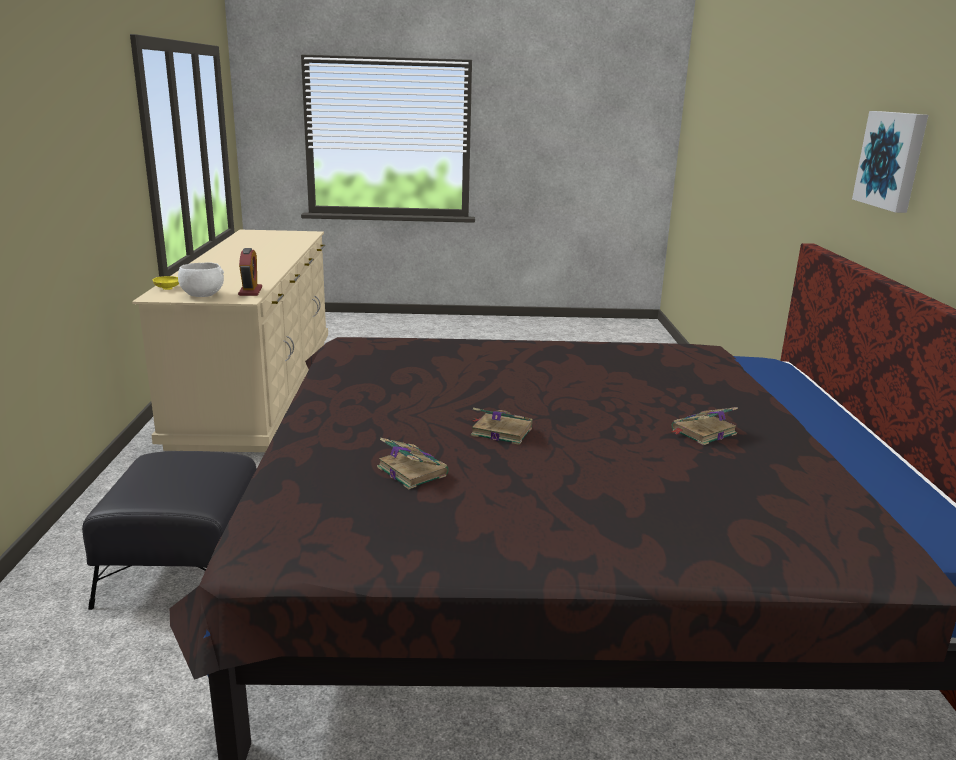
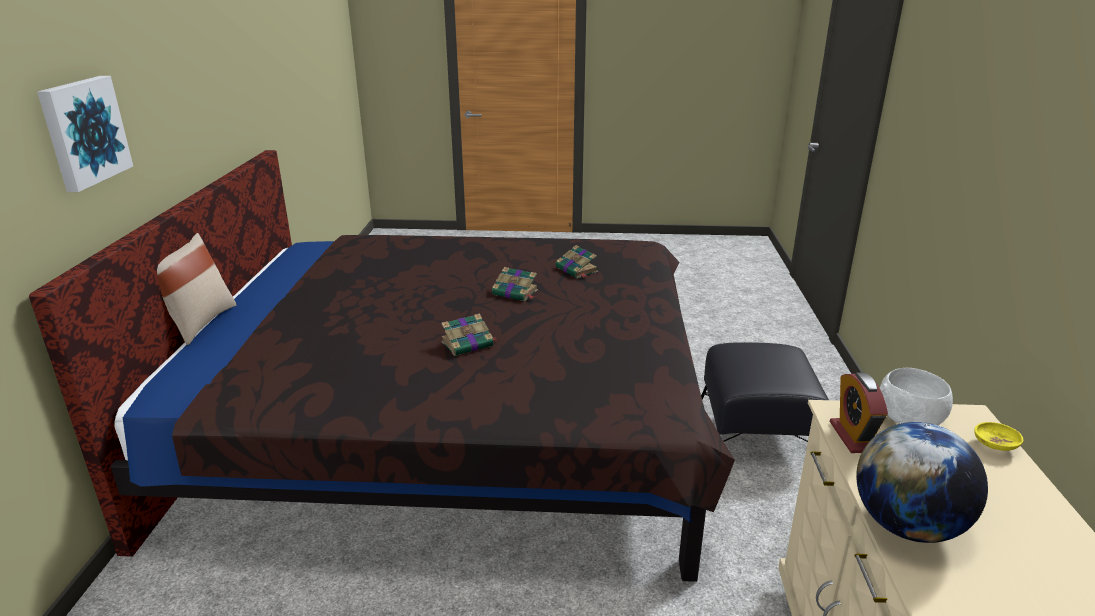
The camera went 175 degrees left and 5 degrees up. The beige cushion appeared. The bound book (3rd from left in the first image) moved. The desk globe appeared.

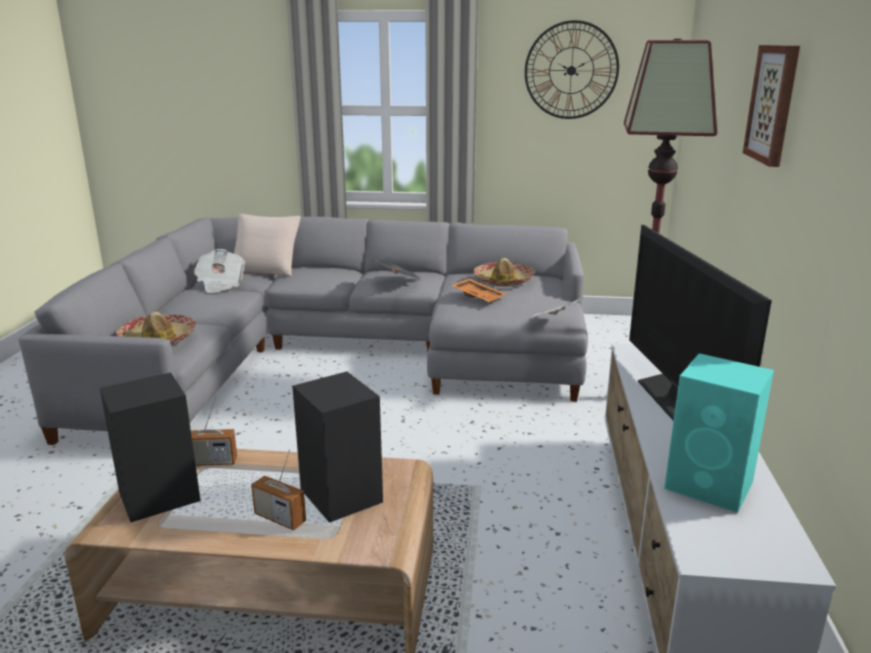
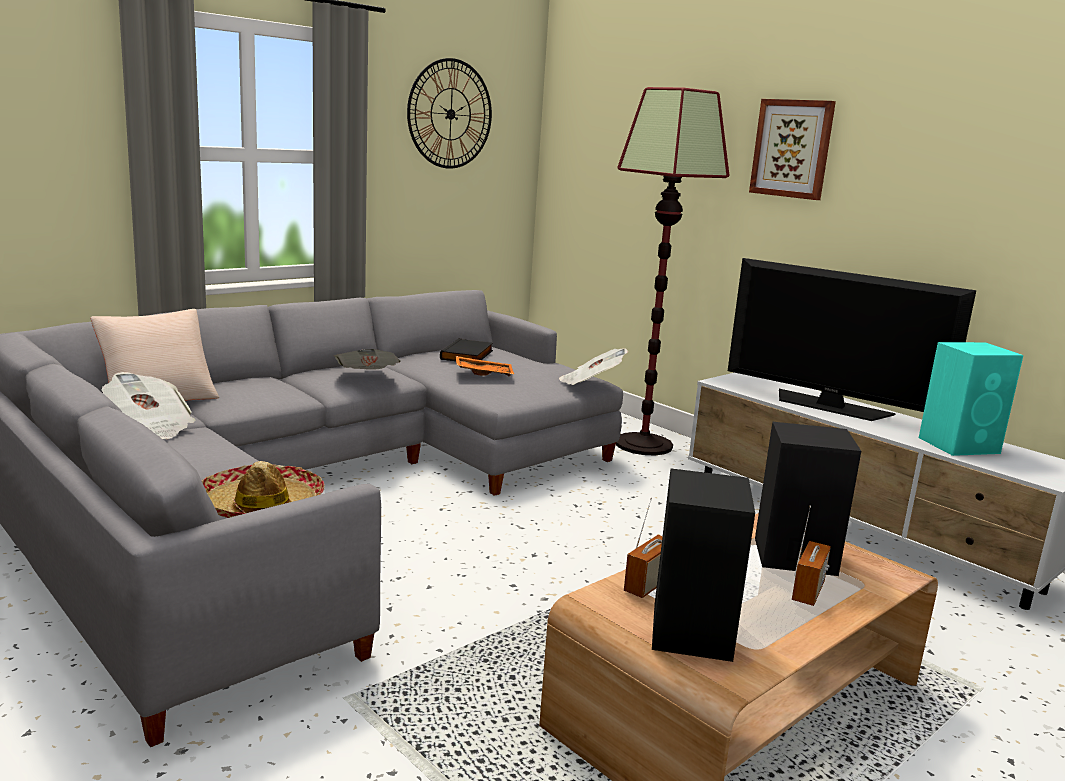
The camera went 50 degrees left and 5 degrees down. The hat (2nd from left) was replaced by the black bound book. The radio receiver (2nd from left) turned 45 degrees counterclockwise.

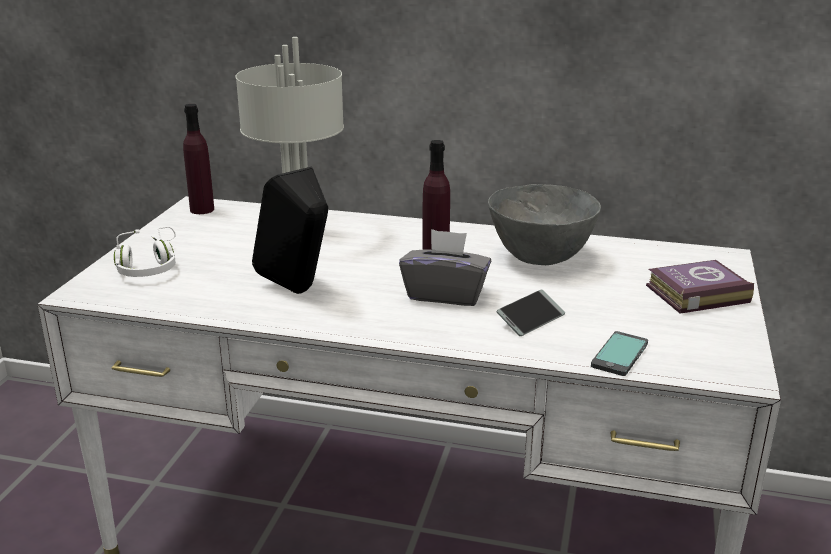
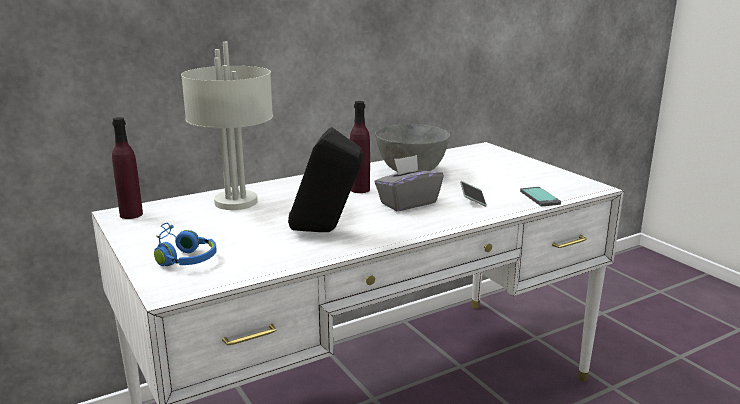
The camera went 45 degrees left and 5 degrees down. The whitish headphones became the bluish headphones. The bound book disappeared.

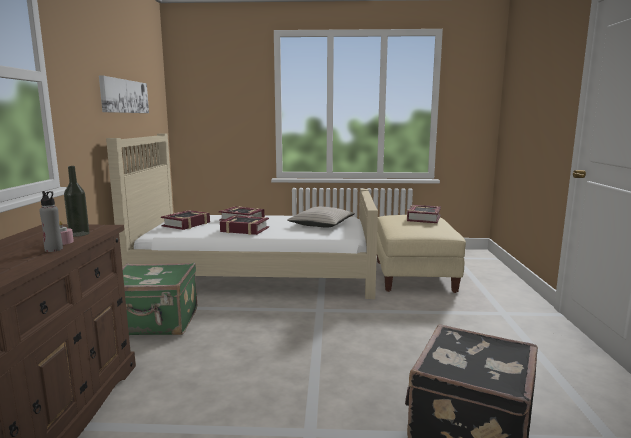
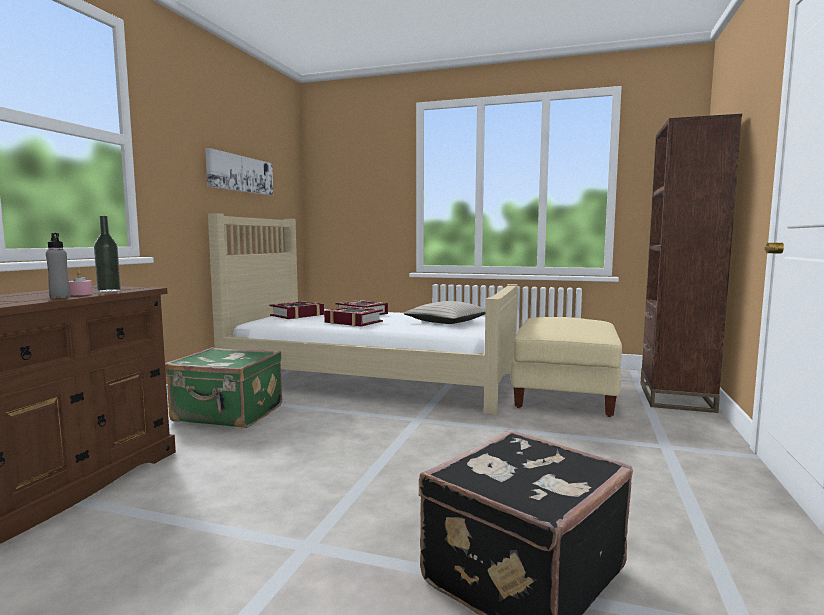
The camera went 15 degrees right and 5 degrees down. The brown shelving unit appeared. The bound book (4th from left) disappeared.

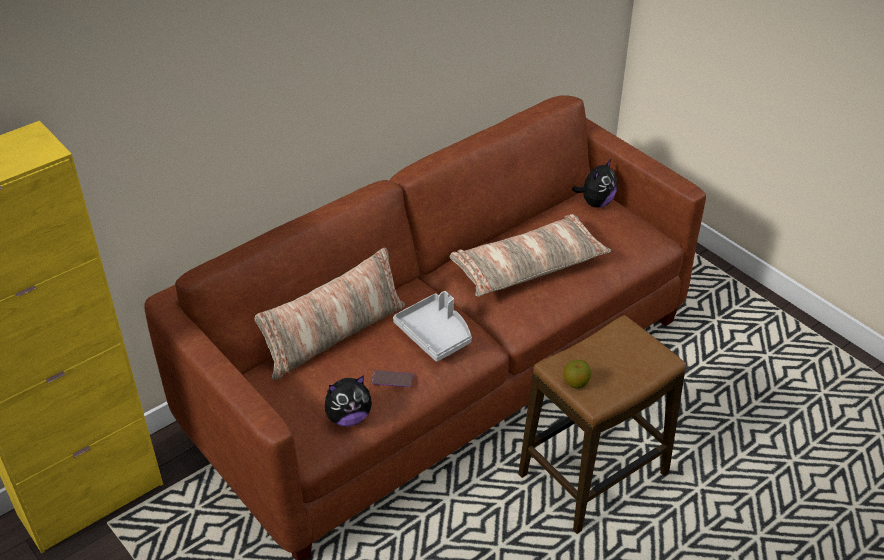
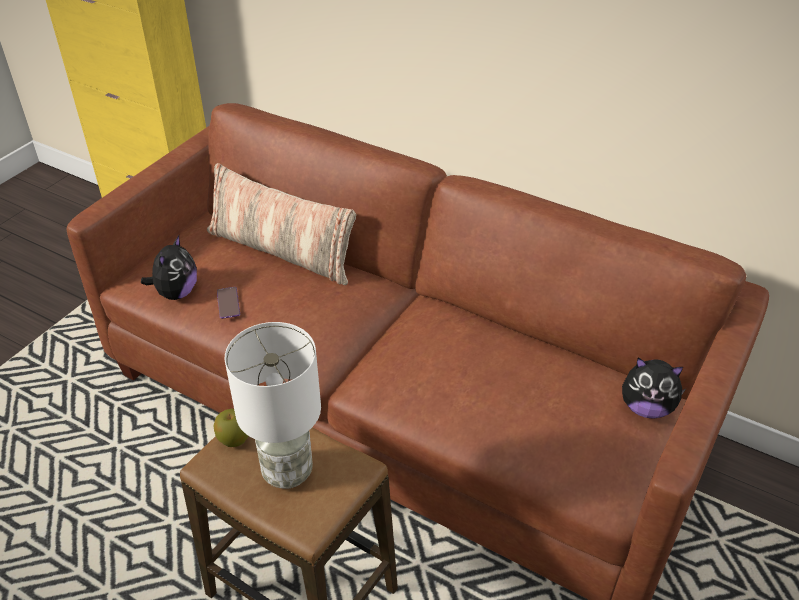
The camera went 70 degrees right and 0 degrees up. The plush toy (1st from left) turned 120 degrees counterclockwise. The whitish lamp for a table appeared. The grey serving tray disappeared. The cushion (2nd from left) disappeared.

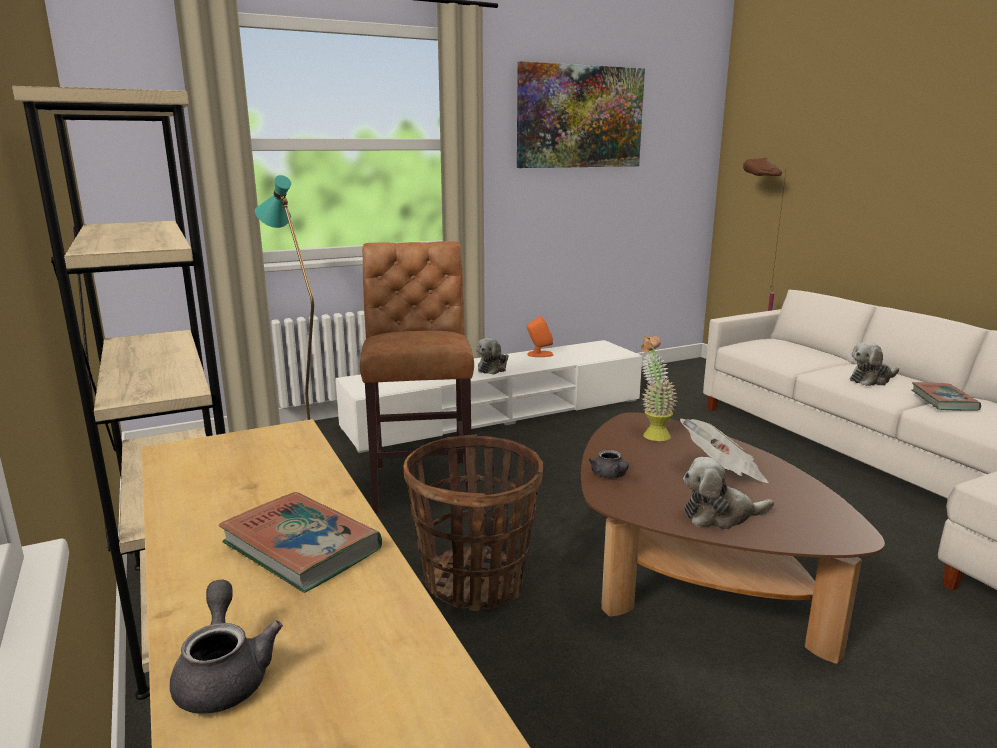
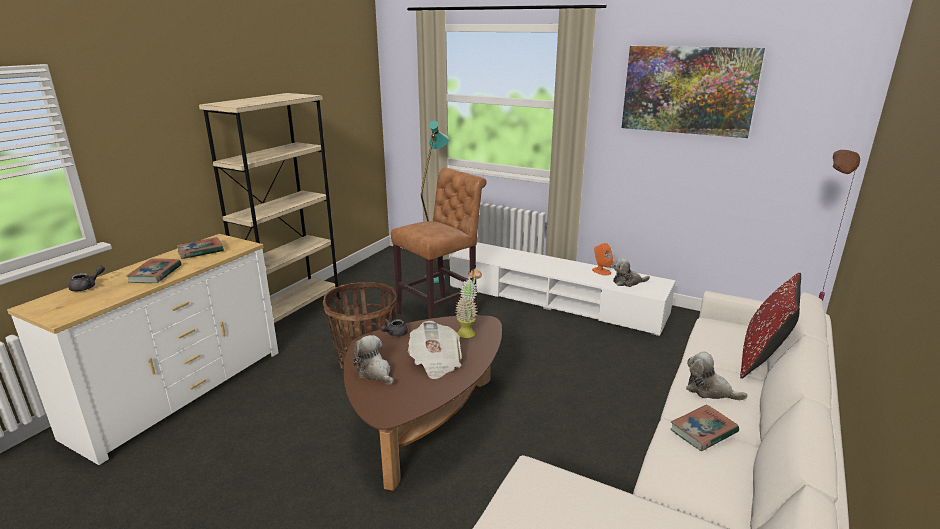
The camera went 55 degrees right and 5 degrees up. The bound book (2nd from left) appeared. The plush toy (1st from left in the first image) moved. The red-coloured cushion appeared.

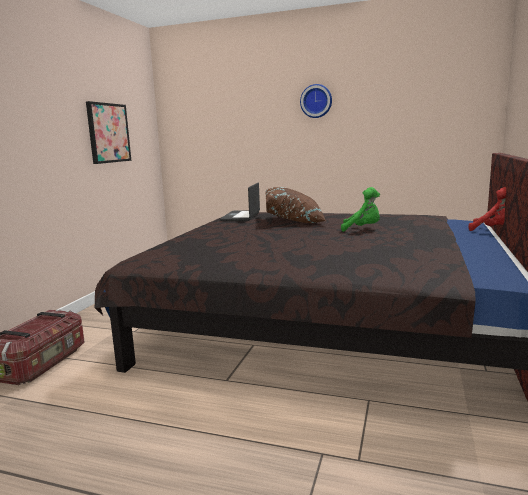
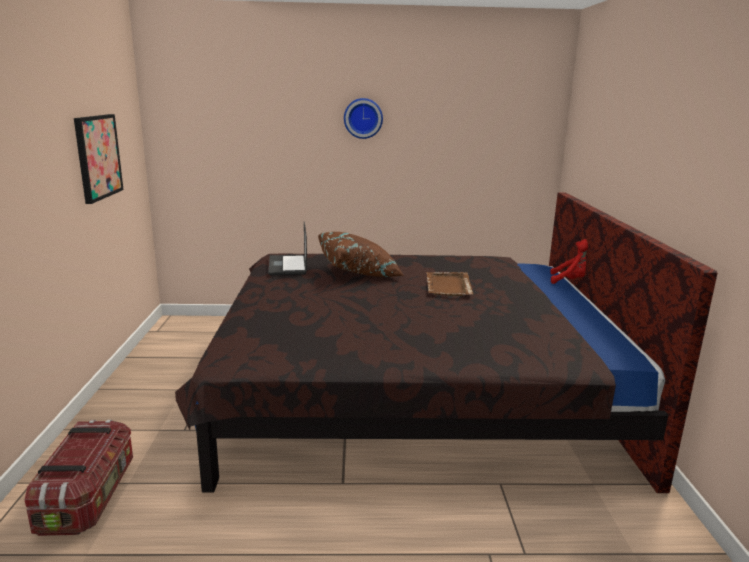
The camera went 20 degrees left and 5 degrees up. The green-coloured plush toy was replaced by the brown serving tray.

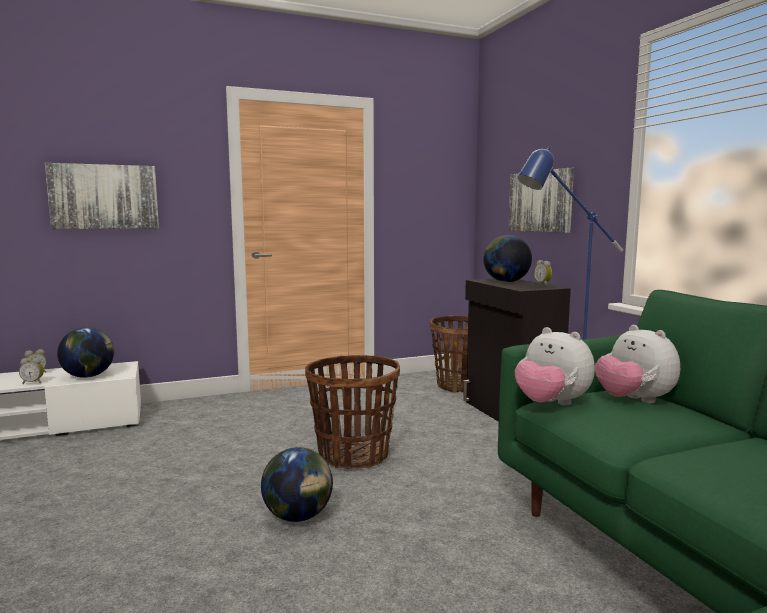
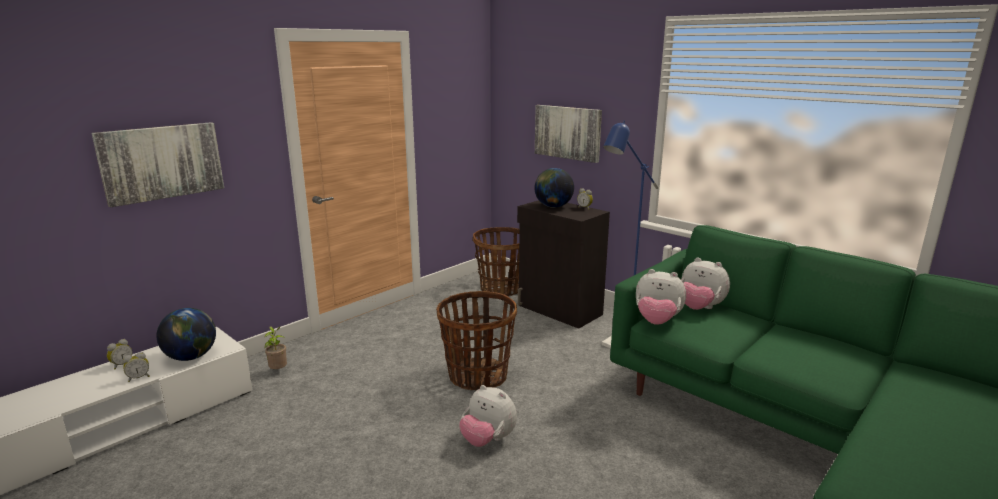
The camera went 25 degrees left and 10 degrees up. The potted plant appeared. The desk globe (2nd from left) was replaced by the plush toy (1st from left).

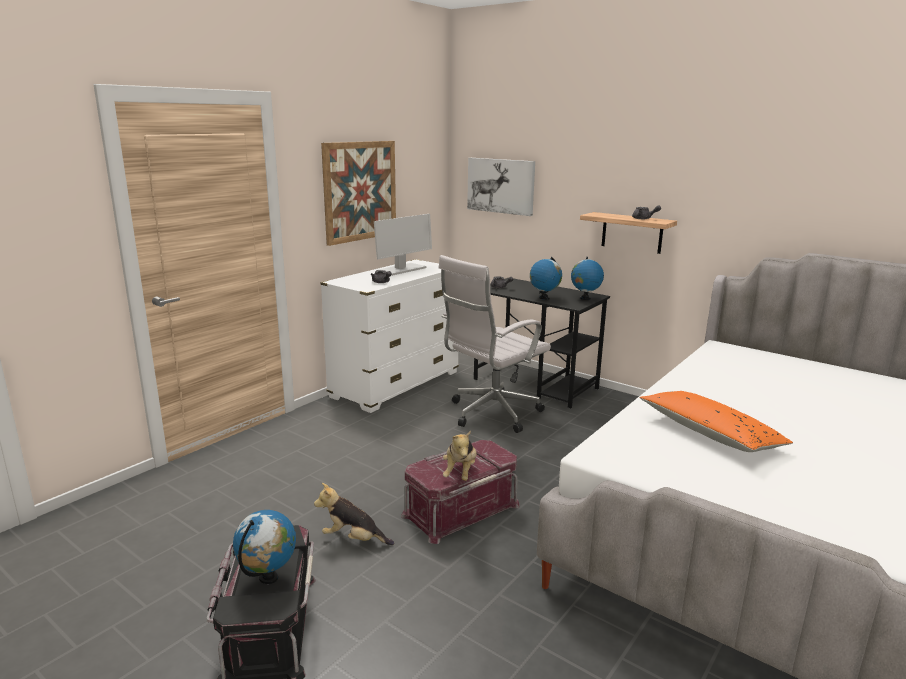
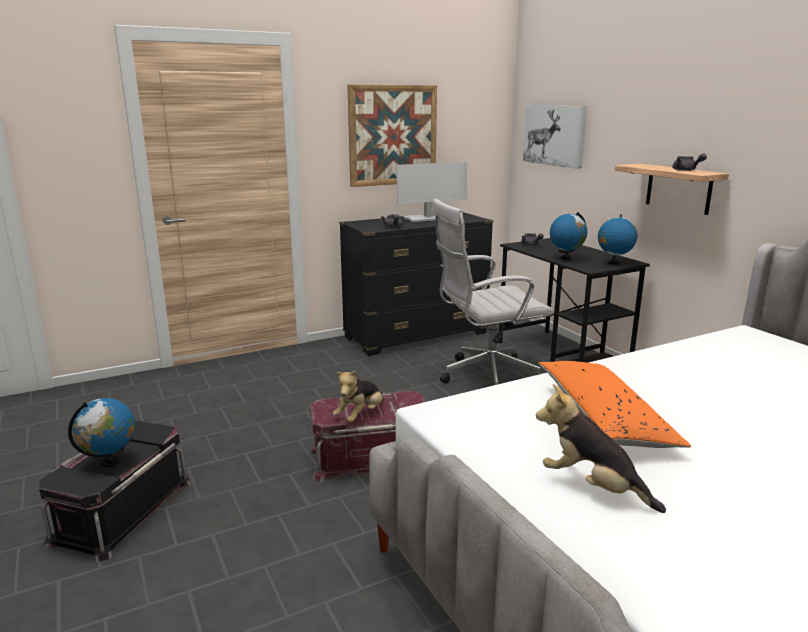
The camera went 25 degrees right and 0 degrees up. The whitish dresser became the black dresser. The plush toy (1st from left in the first image) moved.

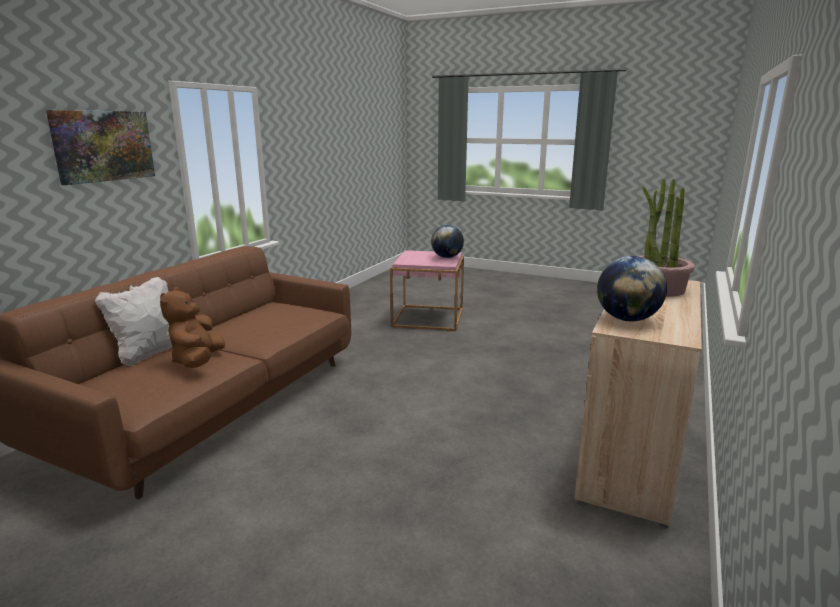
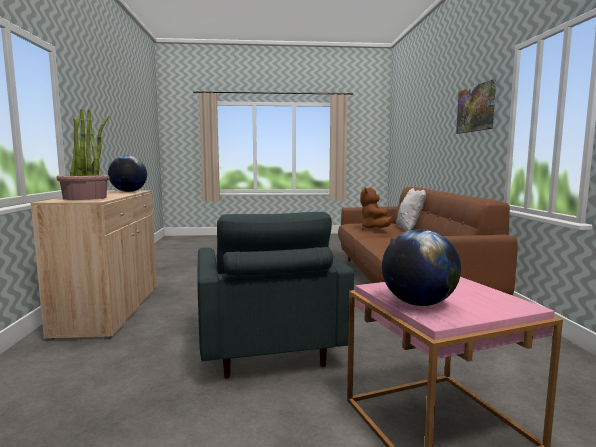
The camera went 150 degrees right and 10 degrees down. The grey armchair appeared. The brown plush toy turned 150 degrees counterclockwise.

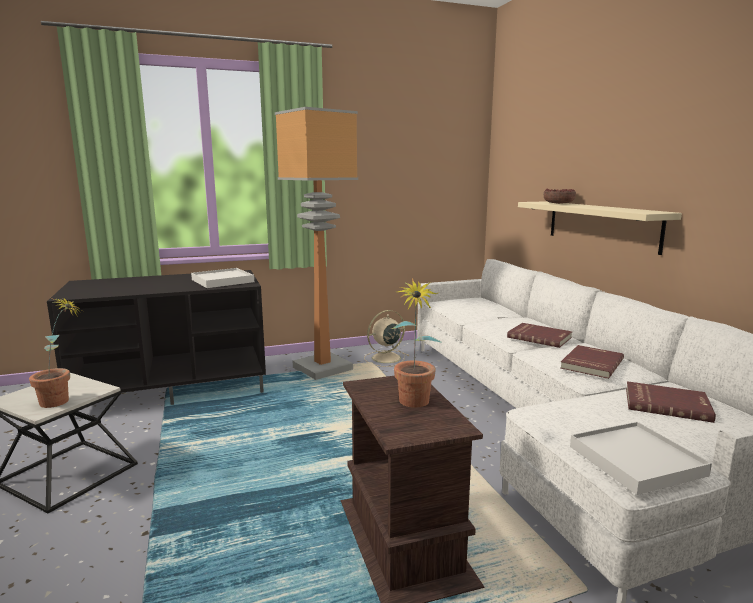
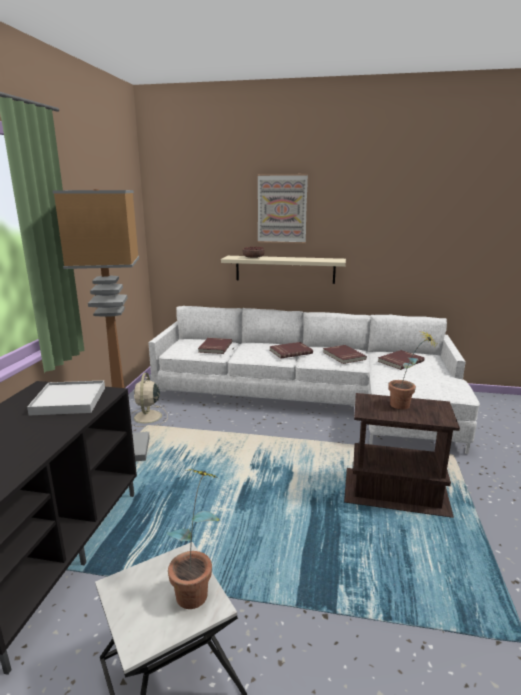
The camera went 60 degrees left and 5 degrees up. The red-coloured bound book (1st from left) appeared. The wall art appeared. The whitish serving tray (2nd from left) disappeared.

